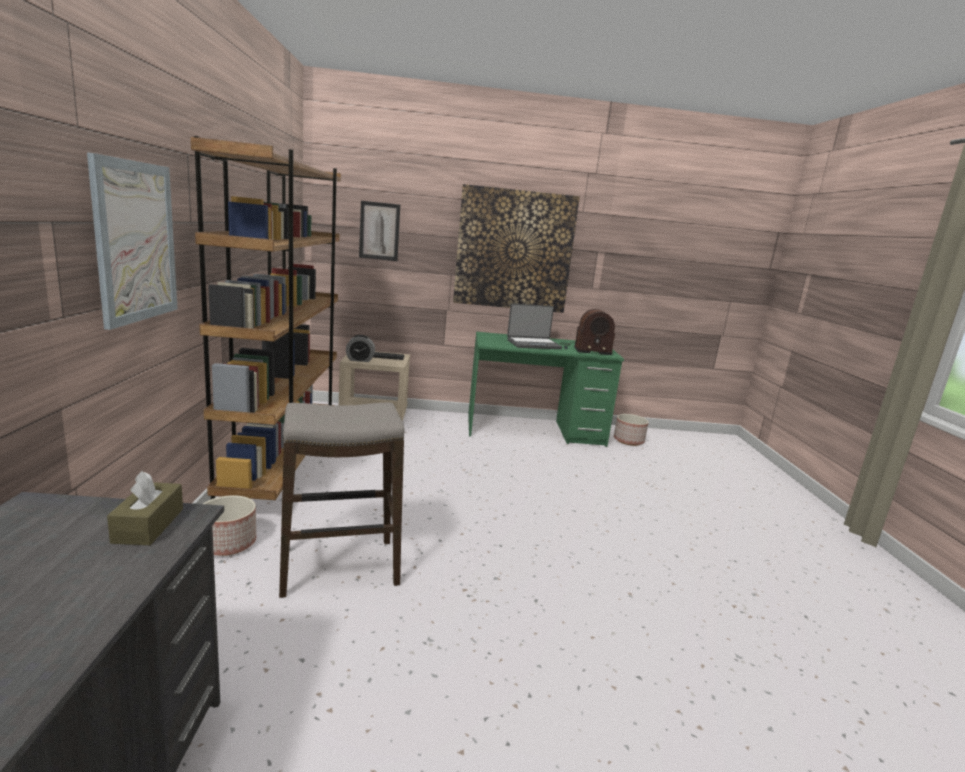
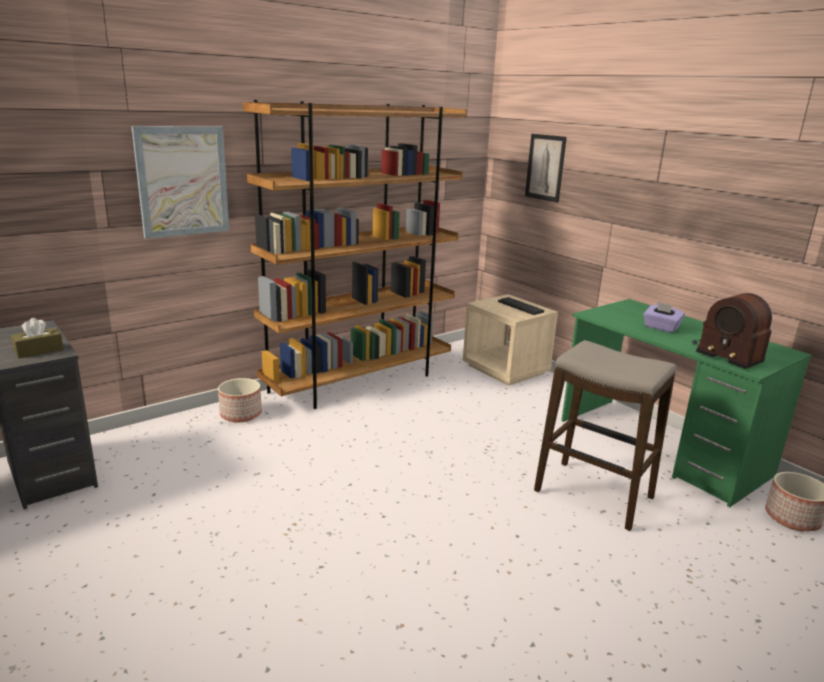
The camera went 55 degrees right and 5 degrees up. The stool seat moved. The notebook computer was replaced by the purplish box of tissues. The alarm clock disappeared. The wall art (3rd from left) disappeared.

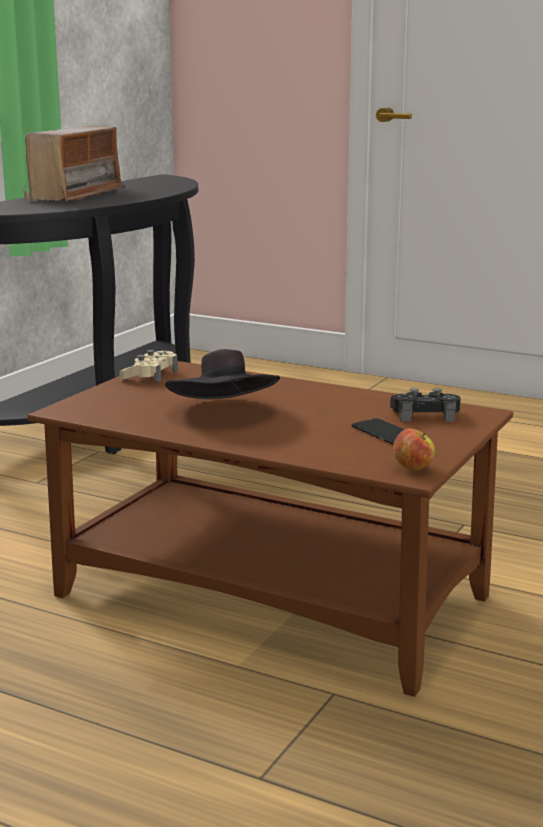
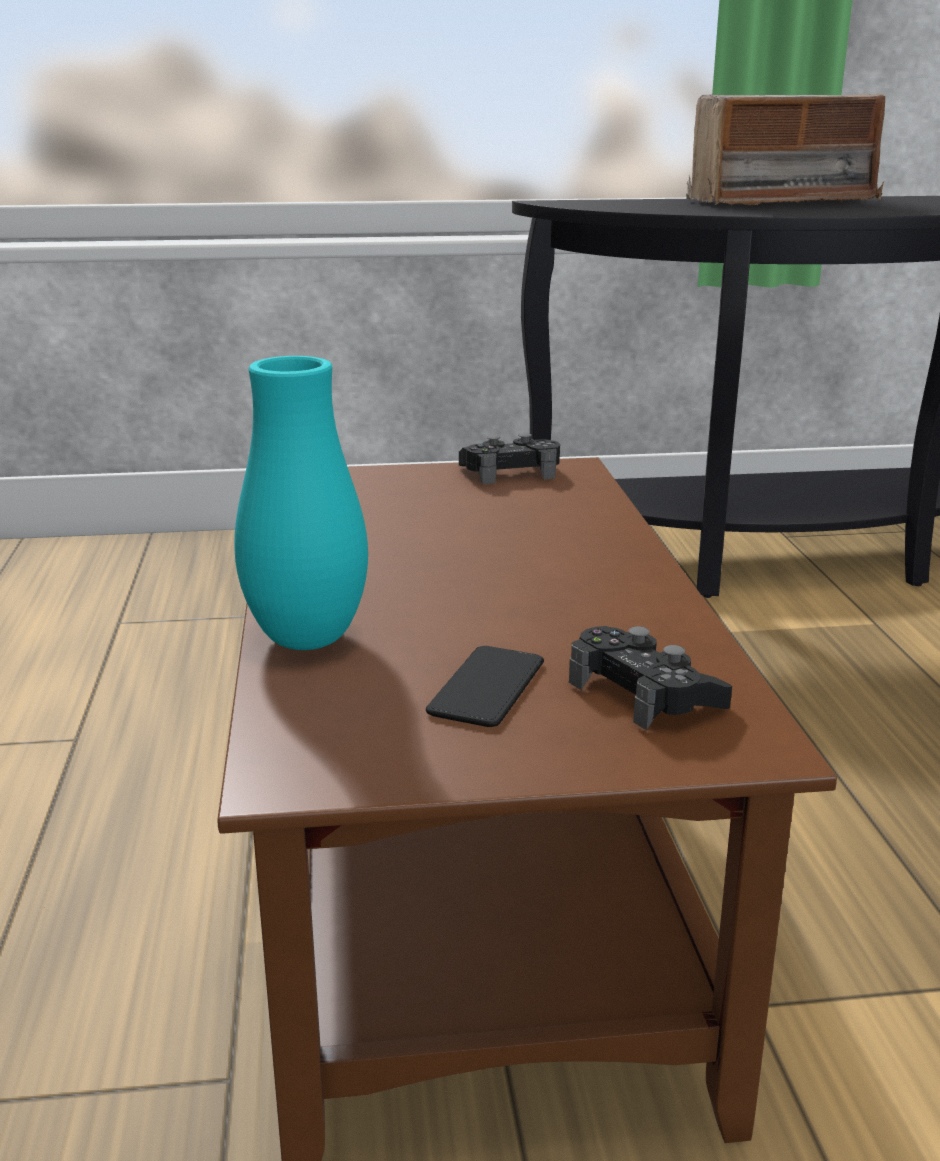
The camera went 55 degrees right and 5 degrees up. The turquoise-coloured decorative vase appeared. The beige gamepad became the black gamepad (1st from left). The black hat disappeared. The apple fruit disappeared.

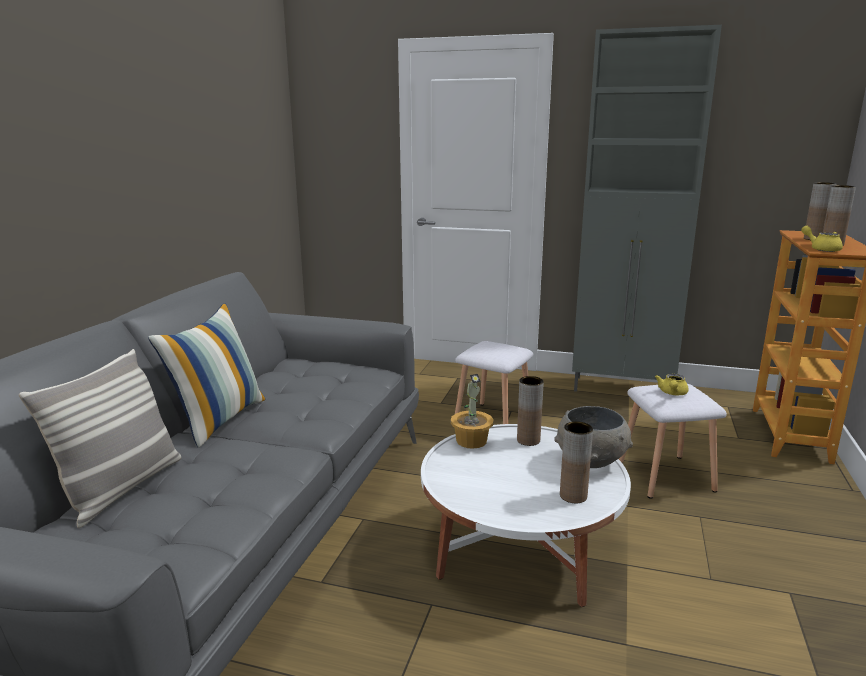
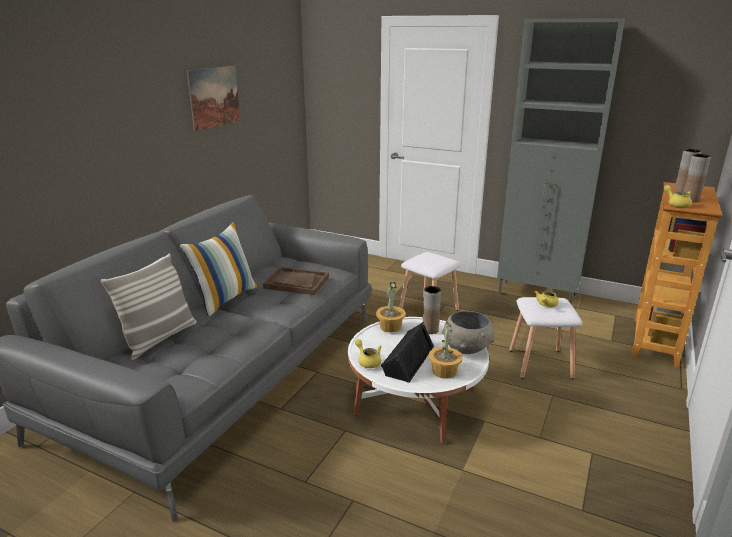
The camera went 10 degrees right and 5 degrees up. The wall art appeared. The brown serving tray appeared. The yellow teapot (1st from left) appeared. The black audio speaker appeared. The brown decorative vase (2nd from left) was replaced by the potted plant (2nd from left).

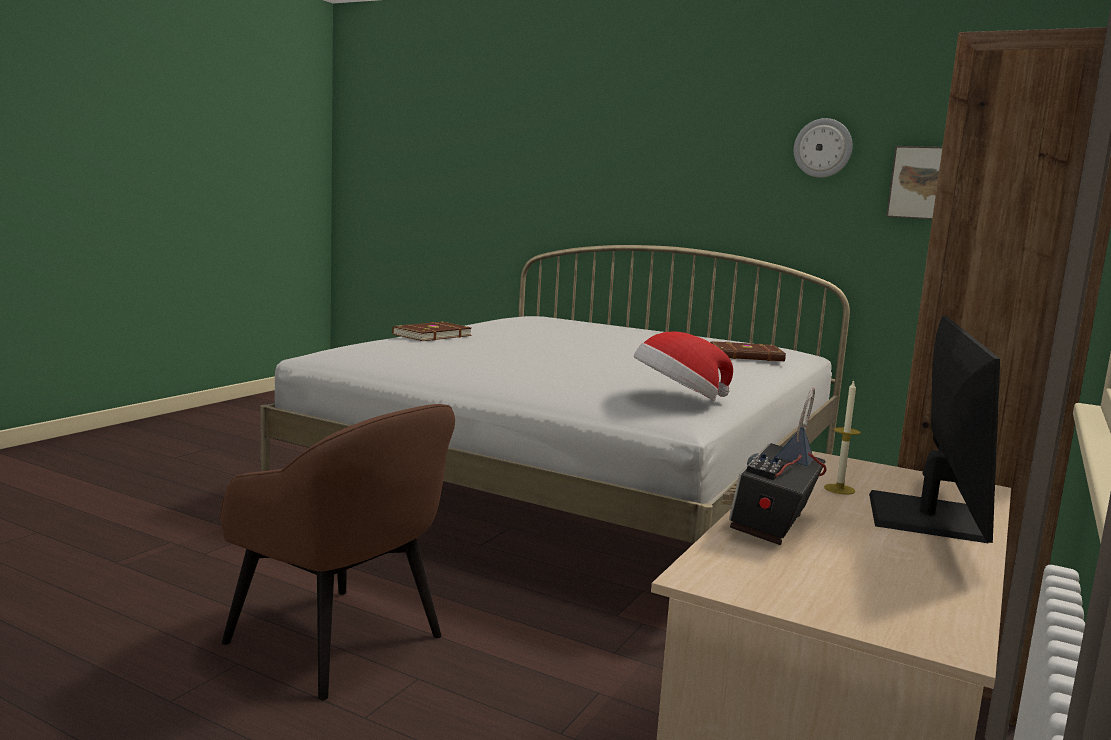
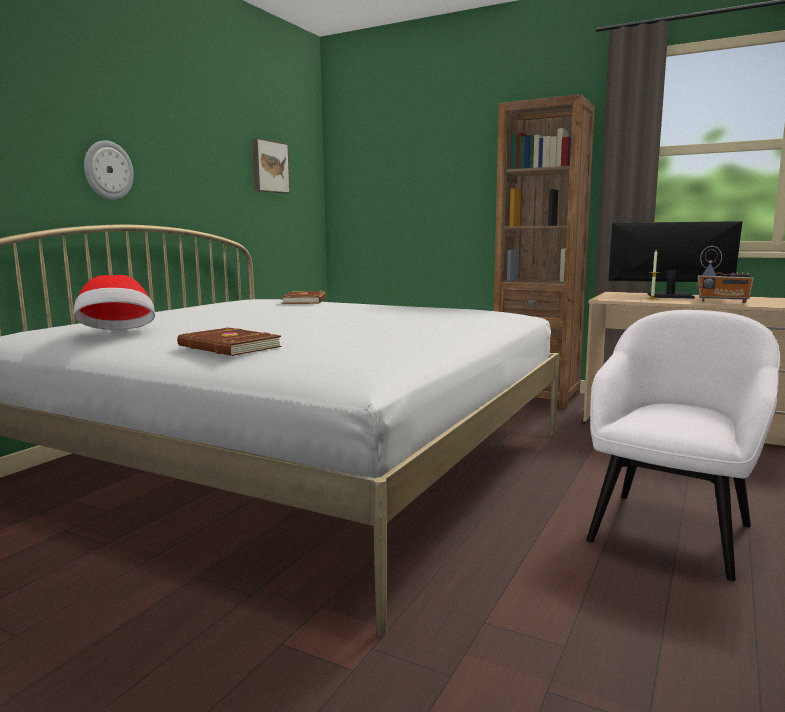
The camera went 90 degrees left and 0 degrees up. The hat moved. The hanging clock moved. The brown armchair became the whitish armchair.

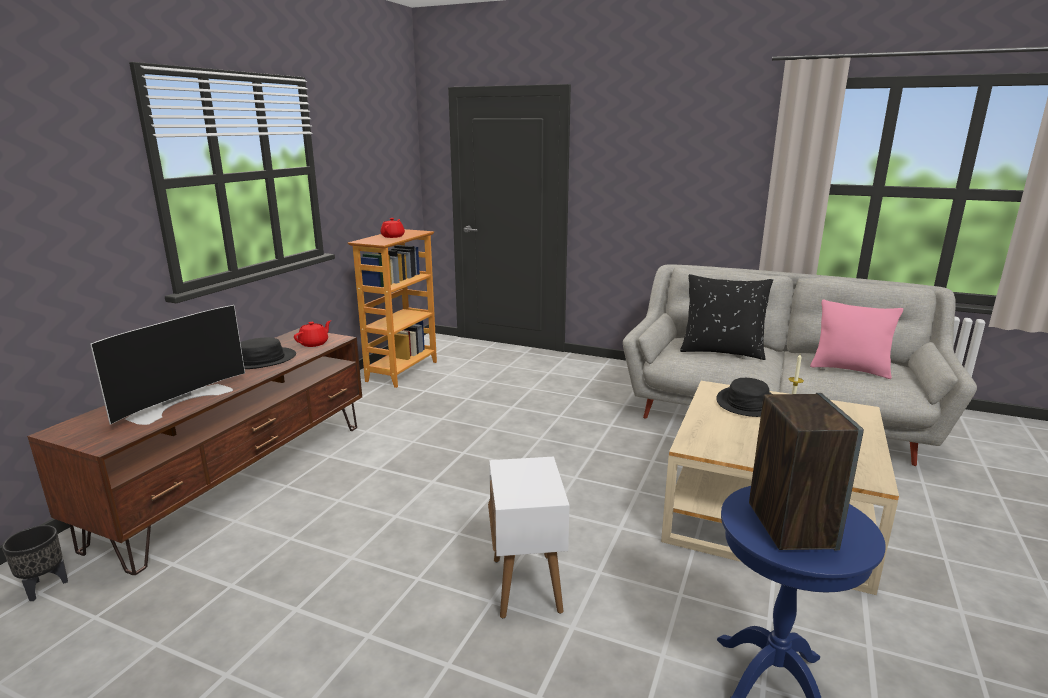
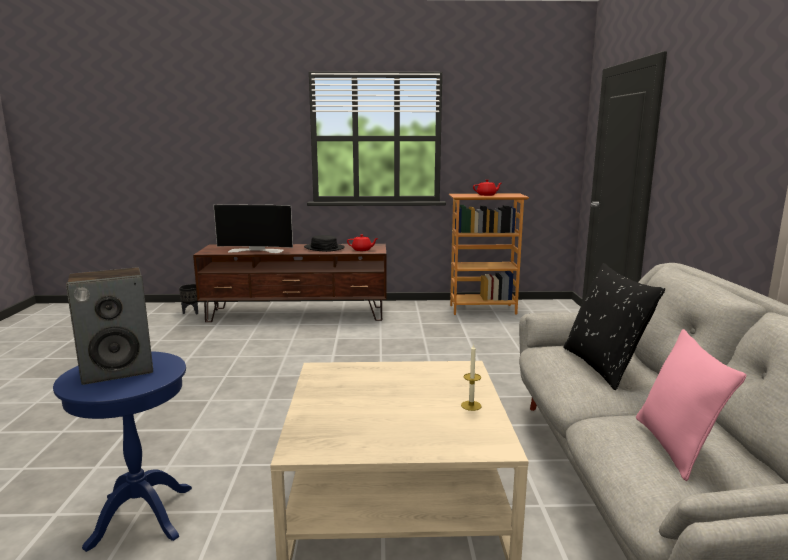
The camera went 65 degrees right and 5 degrees down. The whitish side table disappeared. The black hat (2nd from left) disappeared.

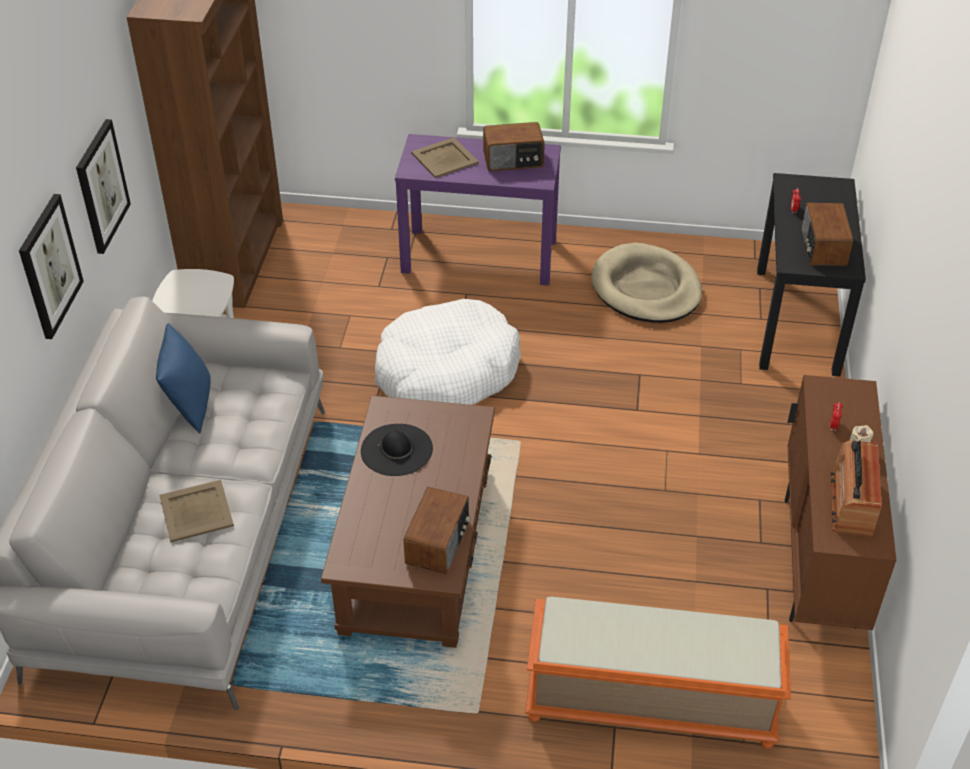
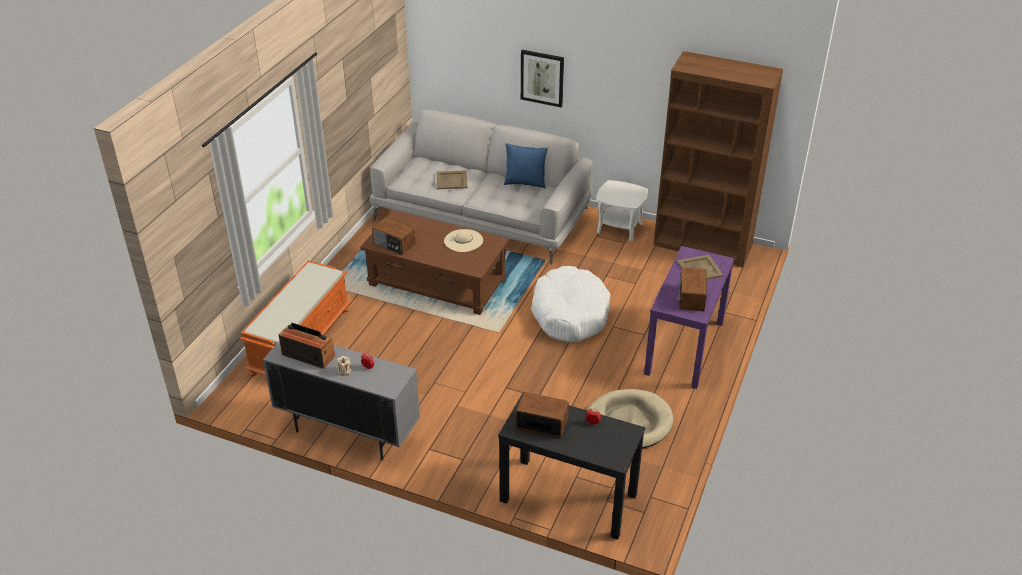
The camera went 105 degrees right and 5 degrees down. The brown cabinet became the grey cabinet. The black hat became the beige hat. The wall art (2nd from left) disappeared.

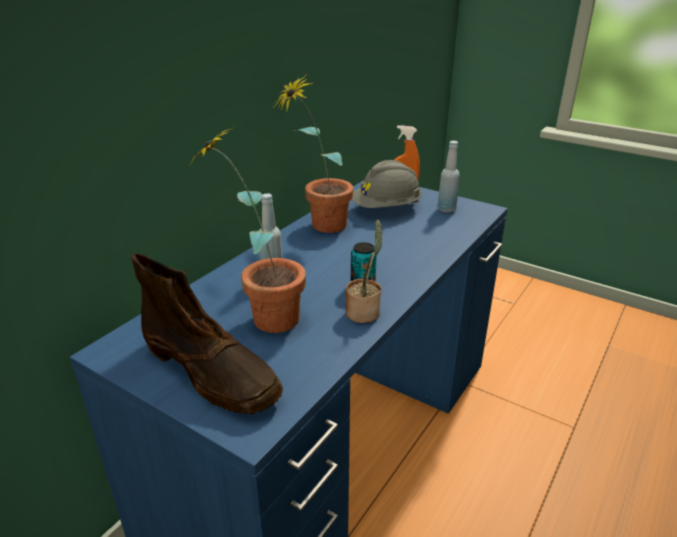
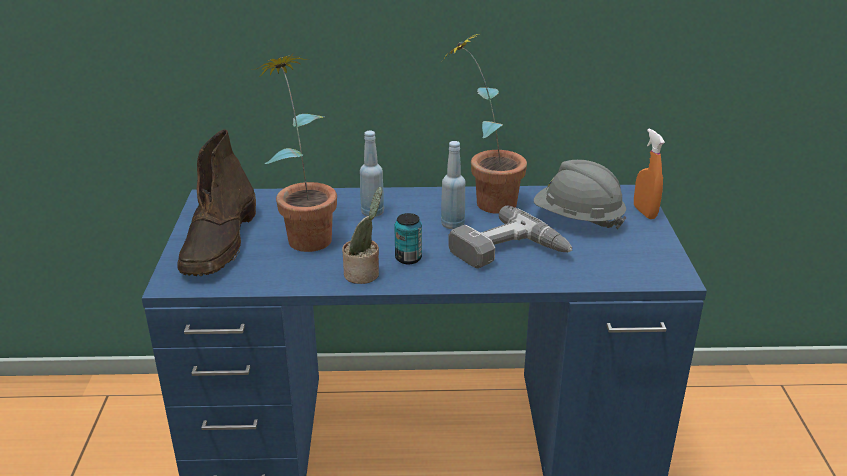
The camera went 55 degrees right and 0 degrees up. The bluish bottle (2nd from left) moved. The power drill appeared.

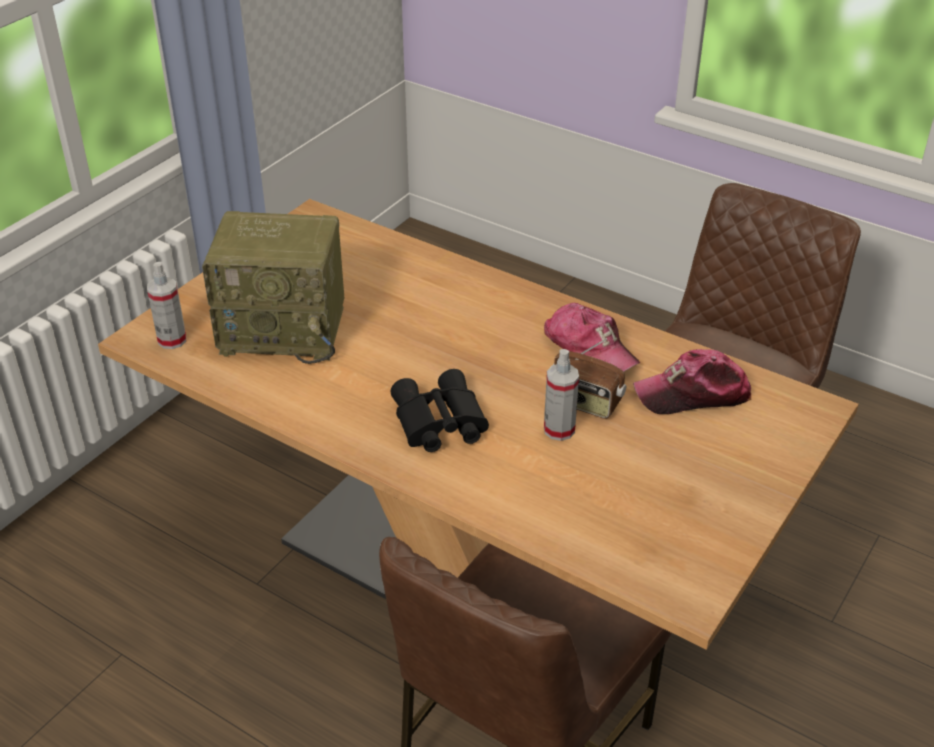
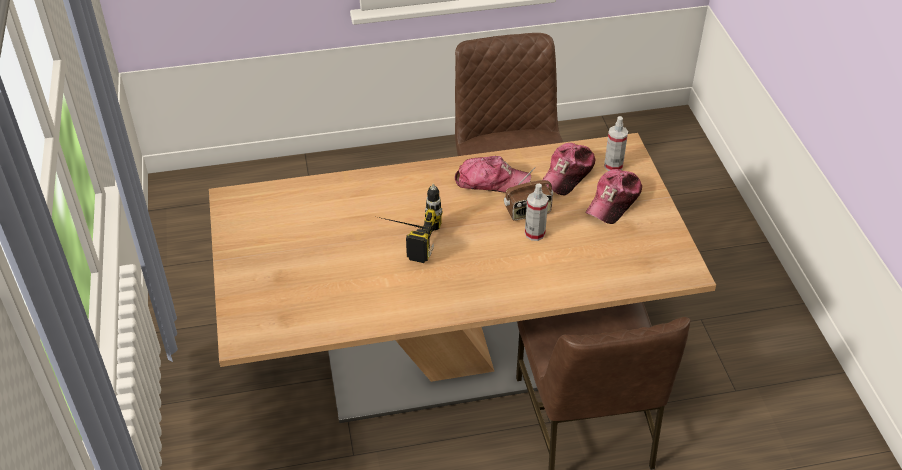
The camera went 45 degrees left and 5 degrees up. The power drill appeared. The cap (3rd from left) appeared. The spray bottle (1st from left in the first image) moved. The radio receiver (1st from left) disappeared. The black field glasses disappeared.

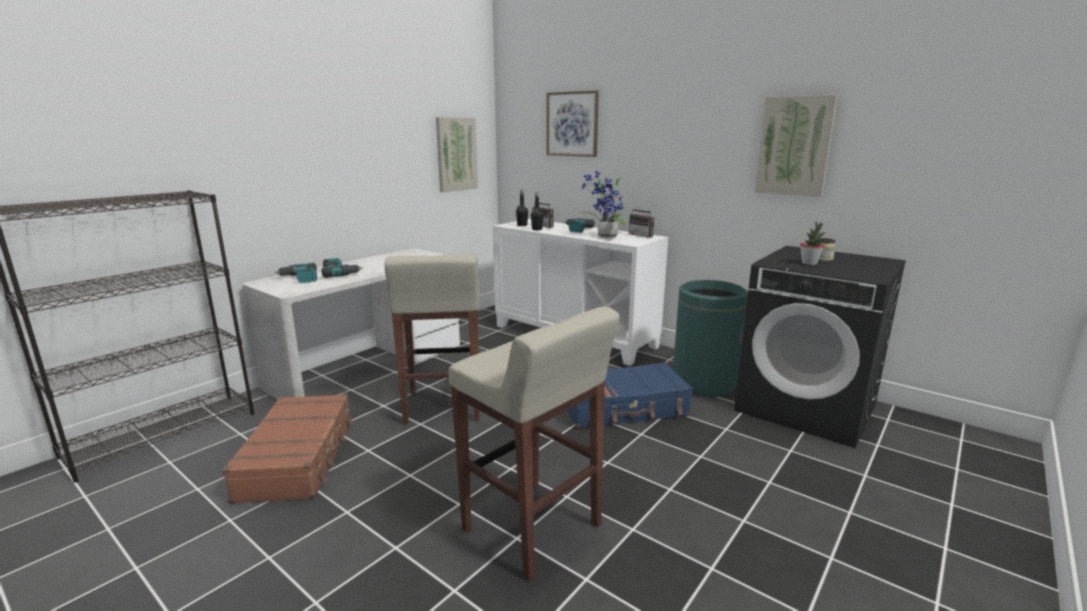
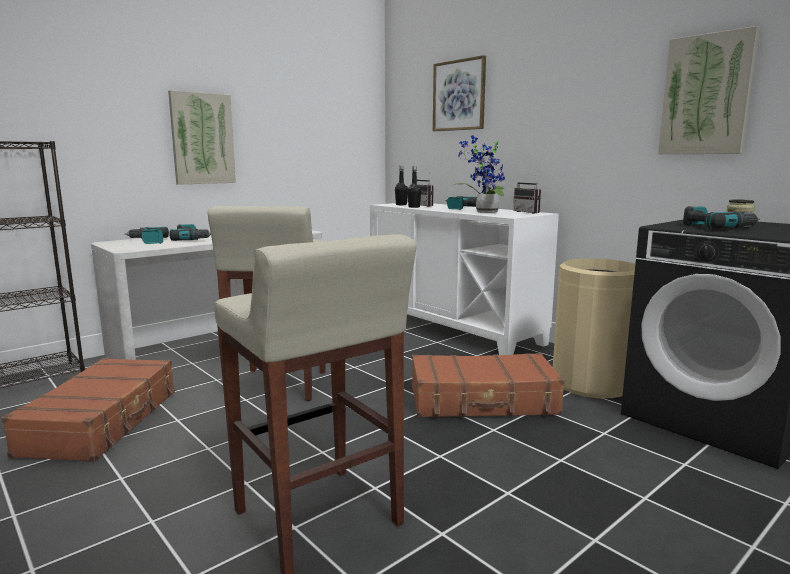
The camera went 10 degrees right and 5 degrees down. The wall art (1st from left) moved. The bluish suitcase became the brown suitcase (2nd from left). The green-coloured waste bin became the beige waste bin. The potted plant (2nd from left) was replaced by the power drill (4th from left).

